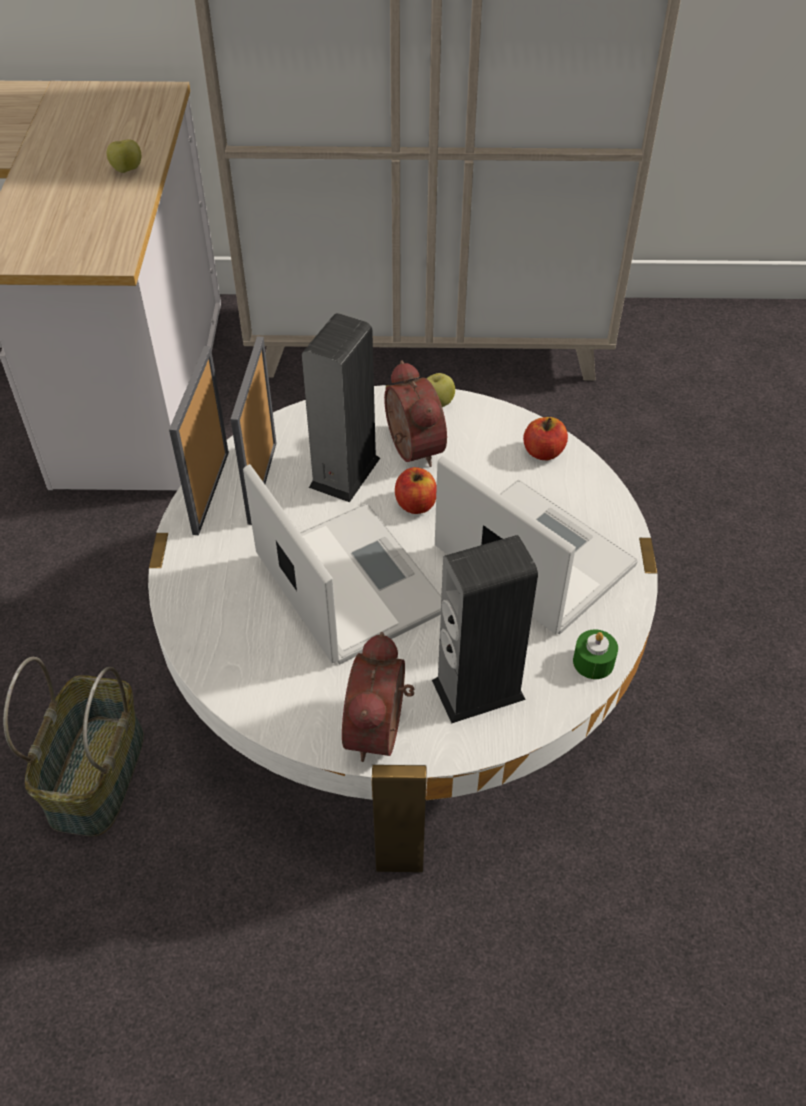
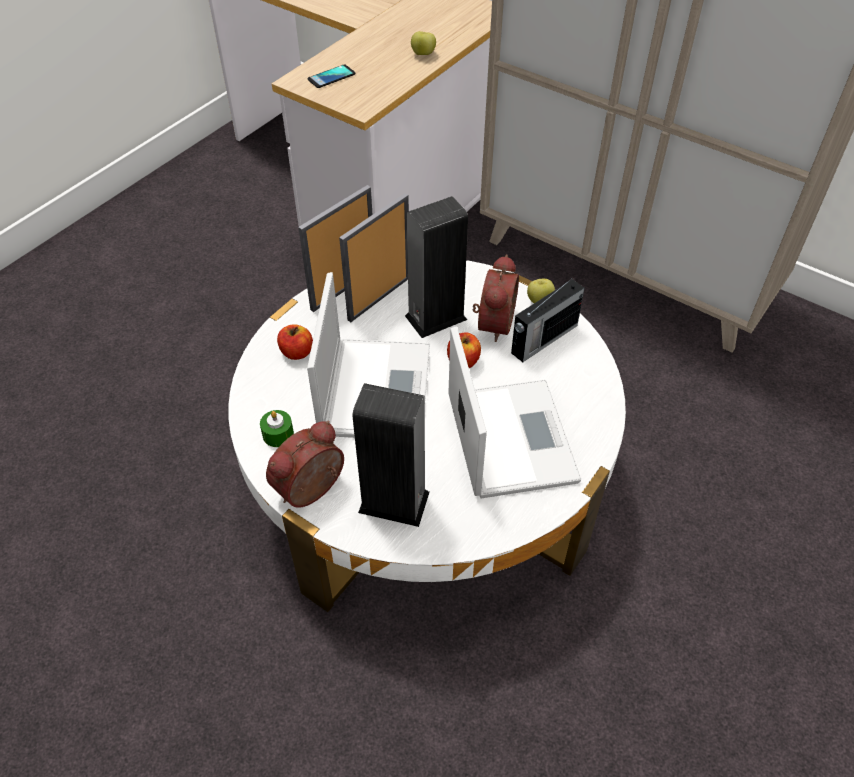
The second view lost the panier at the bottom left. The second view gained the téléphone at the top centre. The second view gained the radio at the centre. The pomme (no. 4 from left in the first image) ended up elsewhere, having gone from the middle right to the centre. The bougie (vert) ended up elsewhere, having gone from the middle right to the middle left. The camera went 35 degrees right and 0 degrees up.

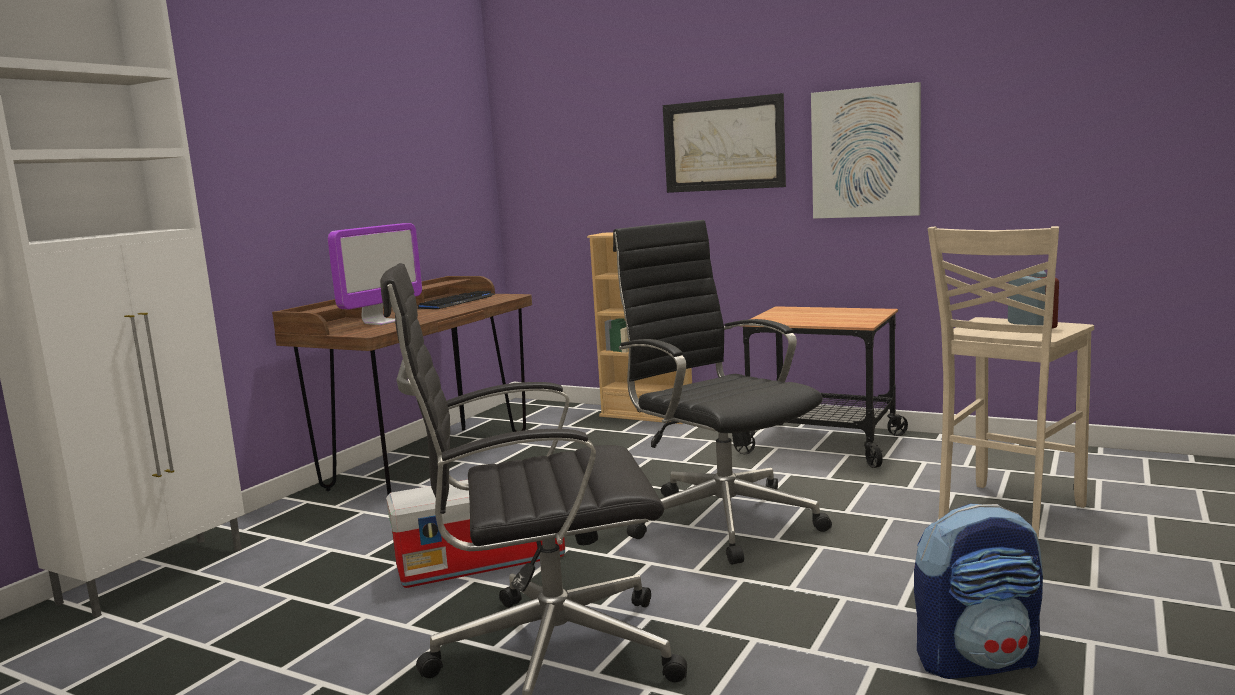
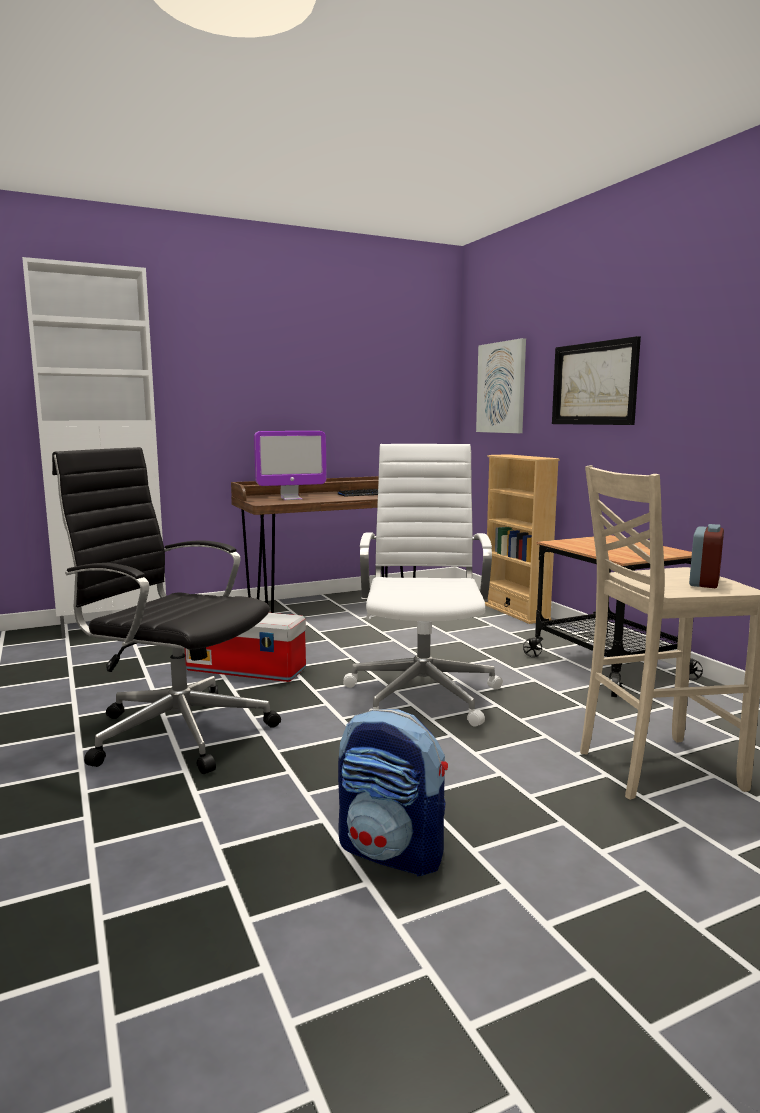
The tableau (no. 2 from left in the first image) ended up elsewhere, having gone from the top right to the centre. What was the chaise de bureau (noir) (no. 2 from left) at the centre turned into the chaise de bureau (blanc) at the centre. The camera went 35 degrees right and 0 degrees up.

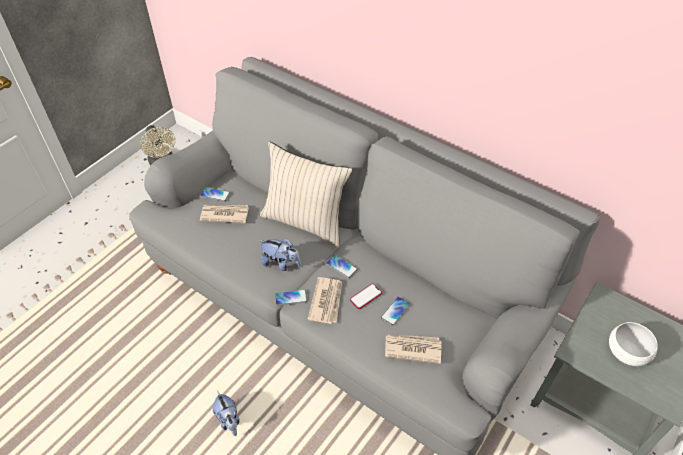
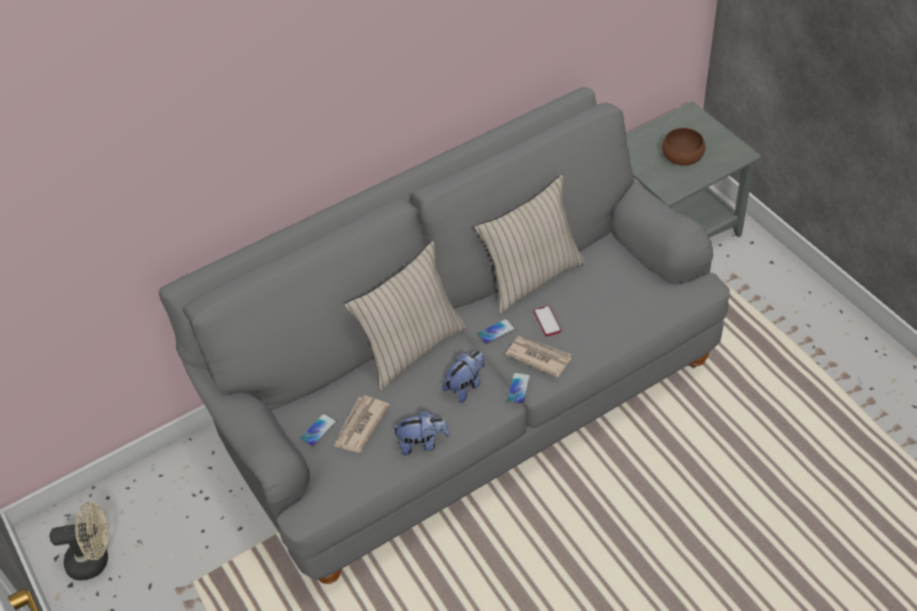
The second view lost the téléphone (no. 5 from left) at the bottom centre. The second view lost the journal (no. 3 from left) at the bottom centre. The second view gained the coussin (beige) (no. 2 from left) at the centre. The peluche (no. 1 from left) ended up elsewhere, having gone from the bottom left to the bottom centre. What was the bol (blanc) at the bottom right turned into the bol (marron) at the top right. The camera went 65 degrees left and 0 degrees up.

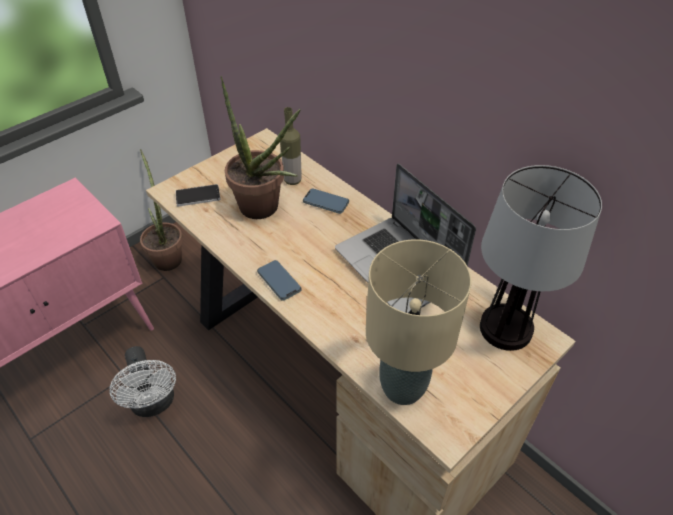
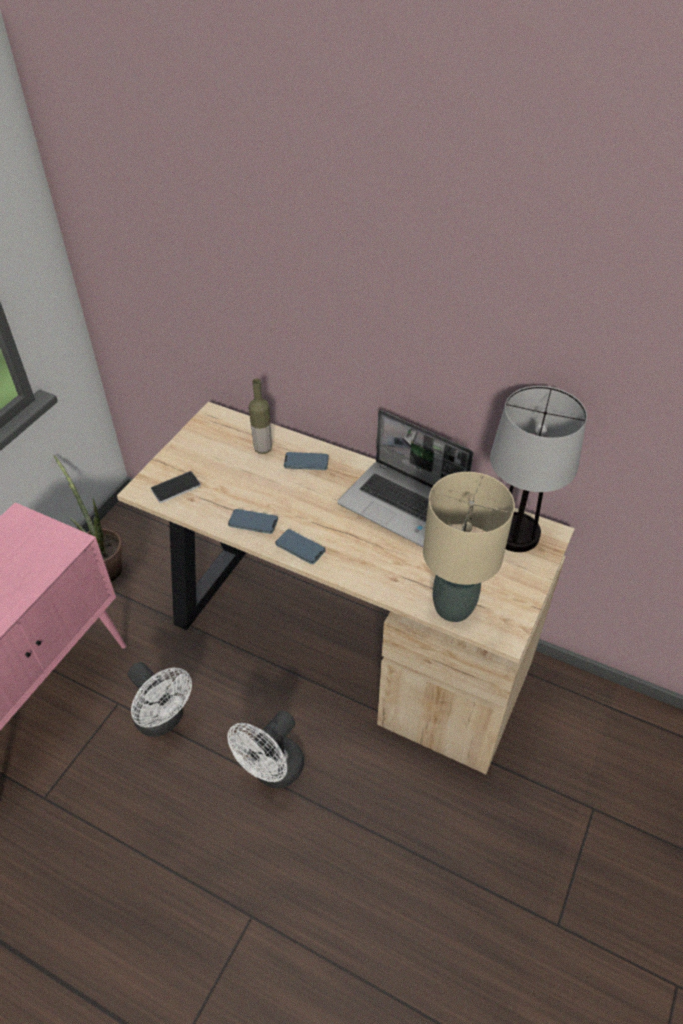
The second view lost the plante en pot (no. 2 from left) at the top centre. The second view gained the ventilateur (blanc) (no. 2 from left) at the bottom centre. The second view gained the téléphone (no. 2 from left) at the centre. The camera went 20 degrees left and 0 degrees up.

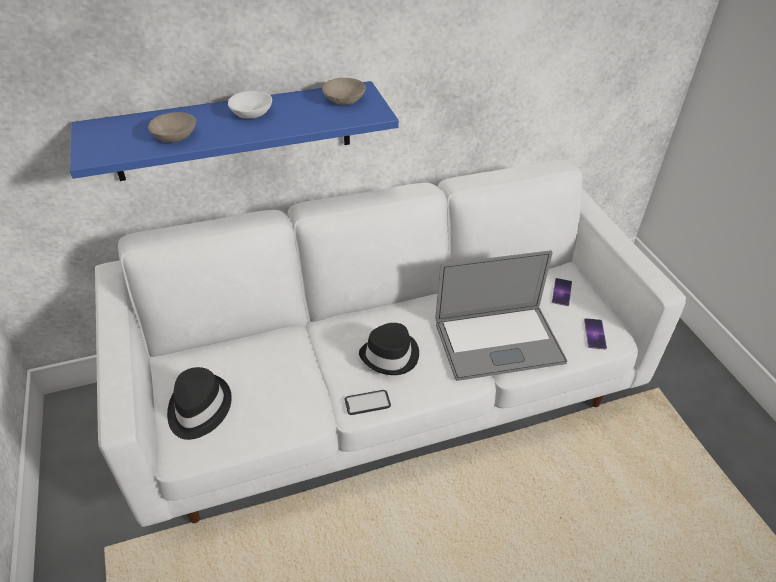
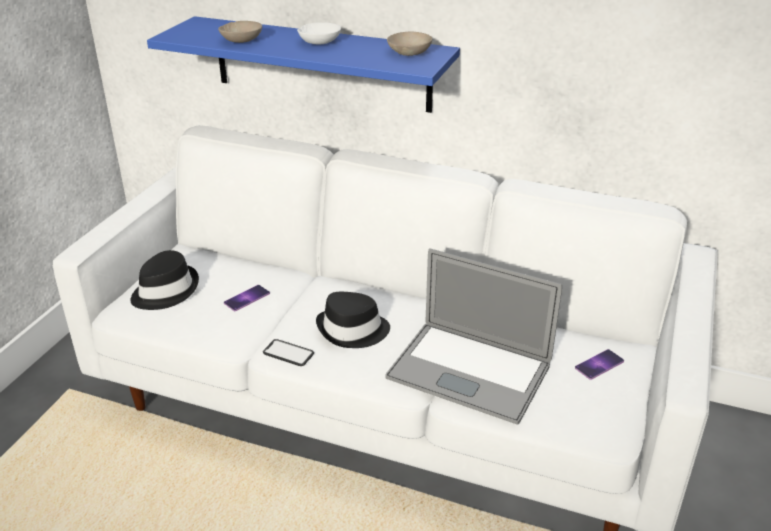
The téléphone (no. 3 from left in the first image) ended up elsewhere, having gone from the middle right to the middle left. The camera went 40 degrees right and 10 degrees down.

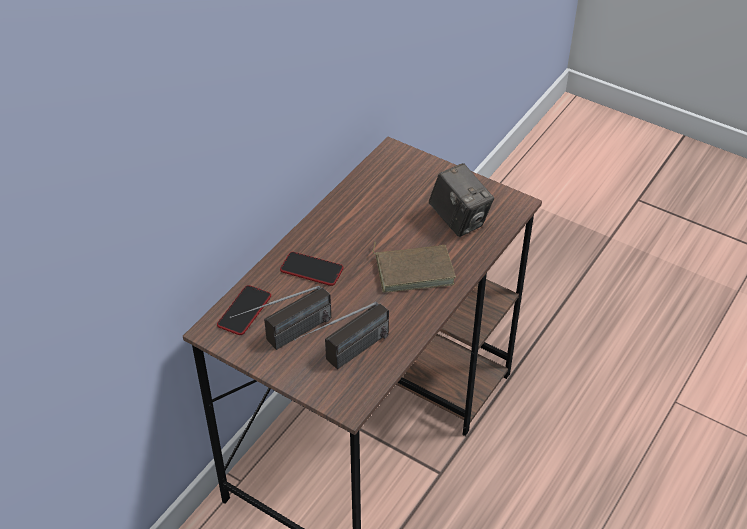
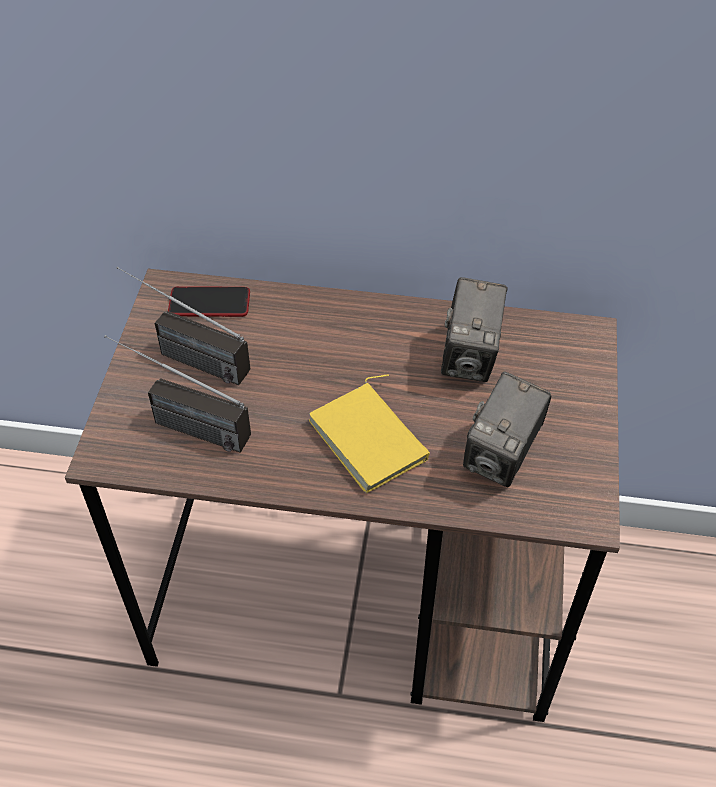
The second view lost the téléphone (no. 2 from left) at the centre. The second view gained the appareil photo (no. 1 from left) at the centre. What was the livre (marron) at the centre turned into the livre (jaune) at the centre. The camera went 65 degrees right and 5 degrees up.

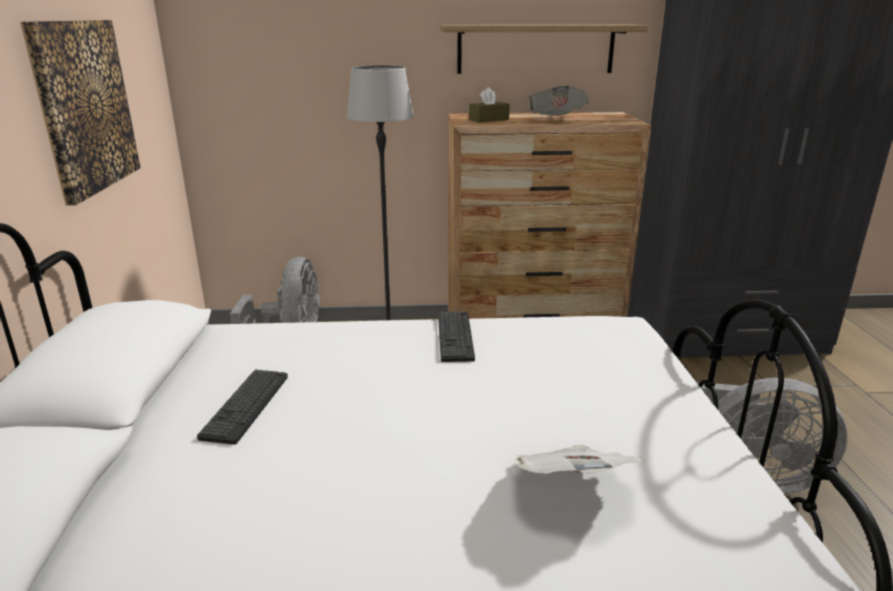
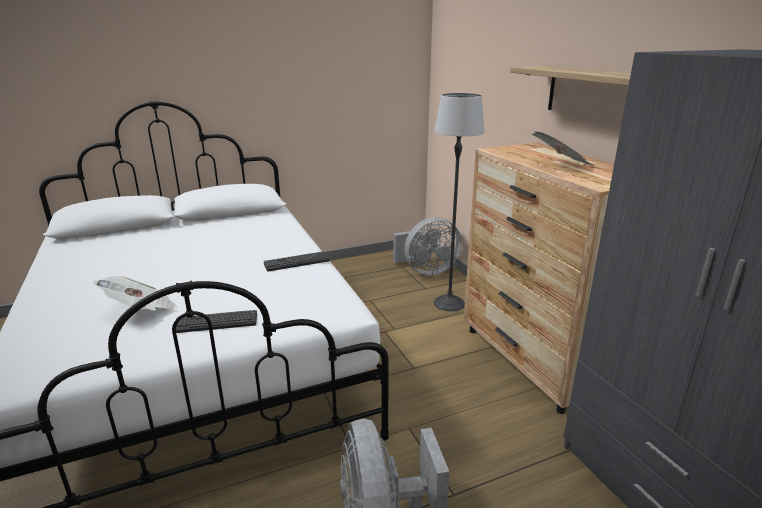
The second view lost the tableau at the top left. The second view lost the boîte à mouchoirs (marron) at the top centre. The clavier (no. 1 from left) ended up elsewhere, having gone from the bottom left to the middle left. The camera went 70 degrees right and 0 degrees up.

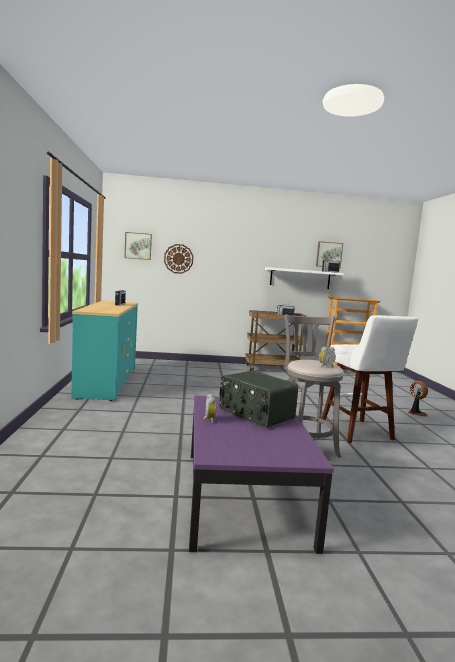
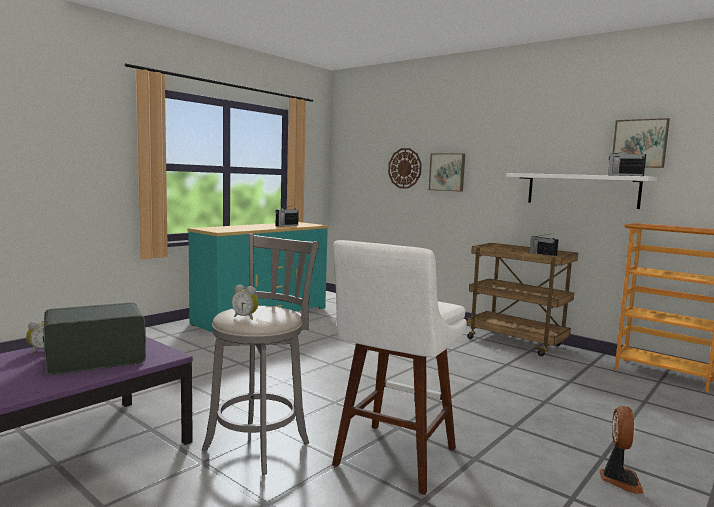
The tableau (no. 1 from left) ended up elsewhere, having gone from the middle left to the centre. The radio (no. 2 from left in the first image) at the centre ended up facing another way, 60 degrees clockwise from before. The camera went 45 degrees right and 0 degrees up.

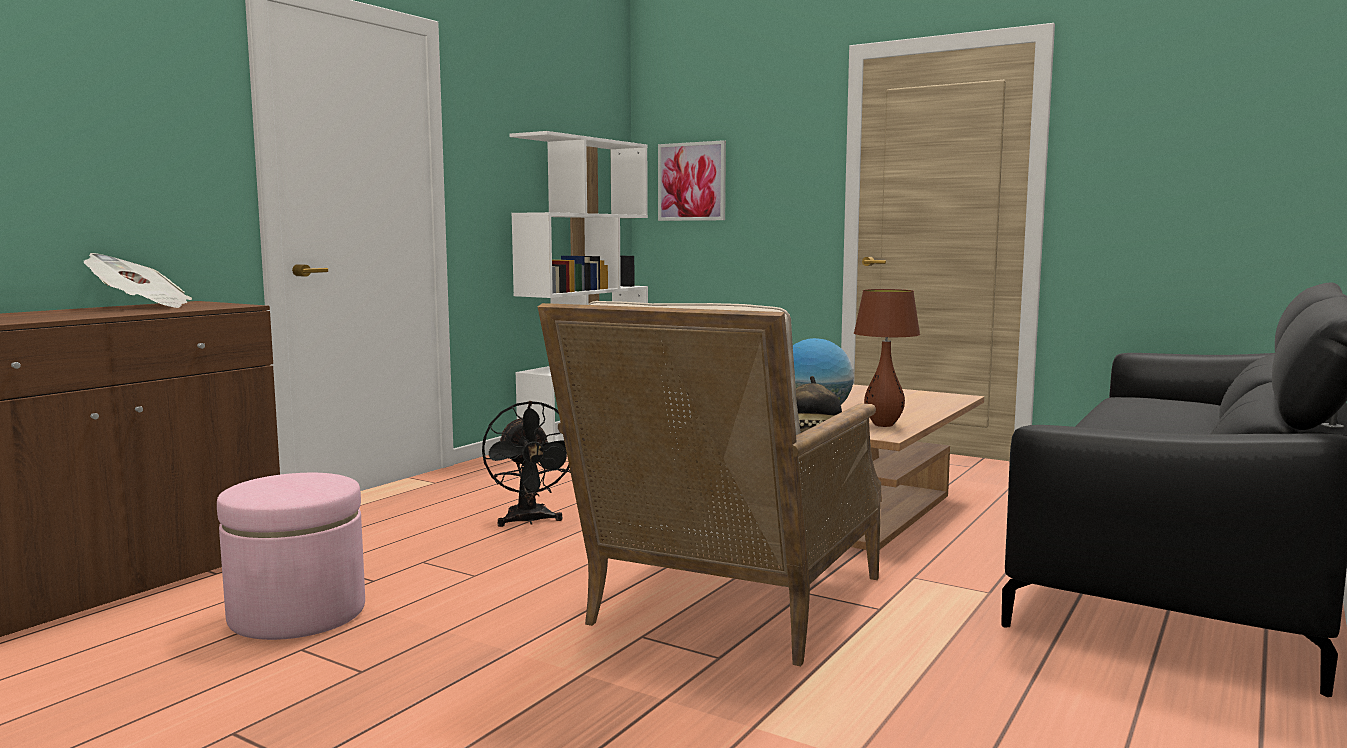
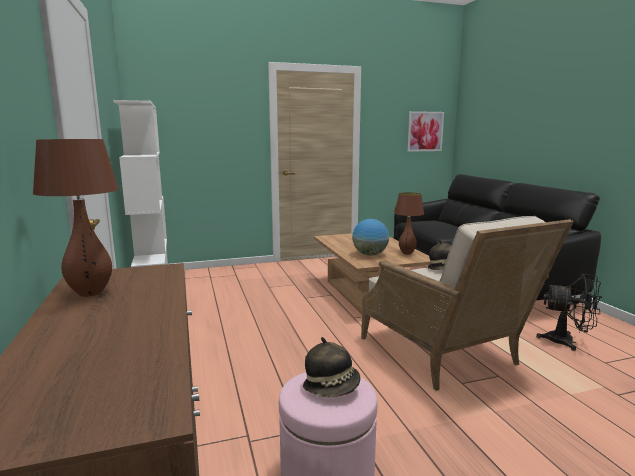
The second view gained the chapeau (no. 1 from left) at the bottom centre. The ventilateur (noir) ended up elsewhere, having gone from the centre to the middle right. The tableau ended up elsewhere, having gone from the top centre to the top right. Where the journal stood at the middle left, the lampe de table (marron) (no. 1 from left) came to stand at the middle left. The camera went 50 degrees left and 5 degrees up.

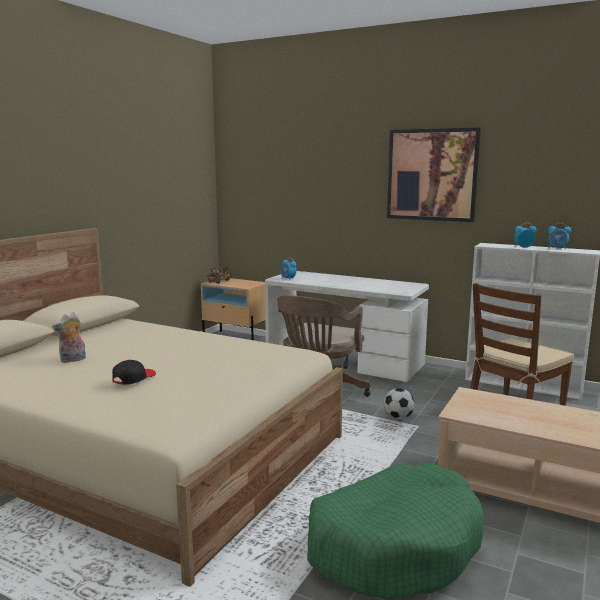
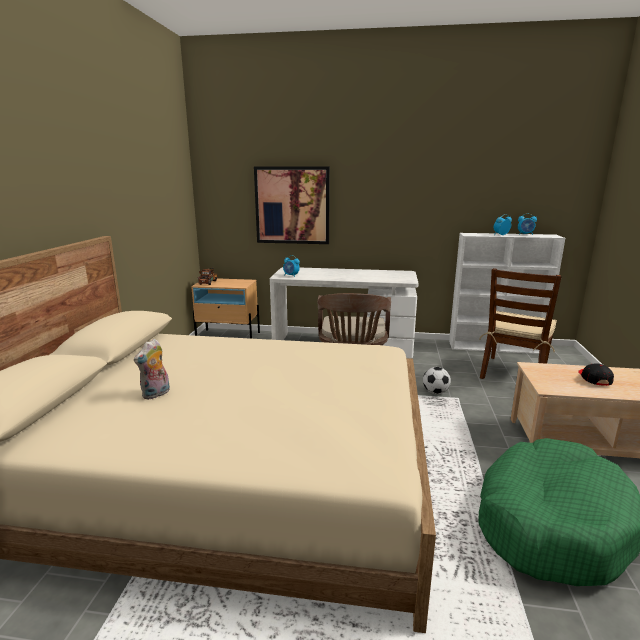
The casquette (noir) ended up elsewhere, having gone from the middle left to the middle right. The tableau ended up elsewhere, having gone from the top right to the top centre. The camera went 20 degrees left and 5 degrees up.

